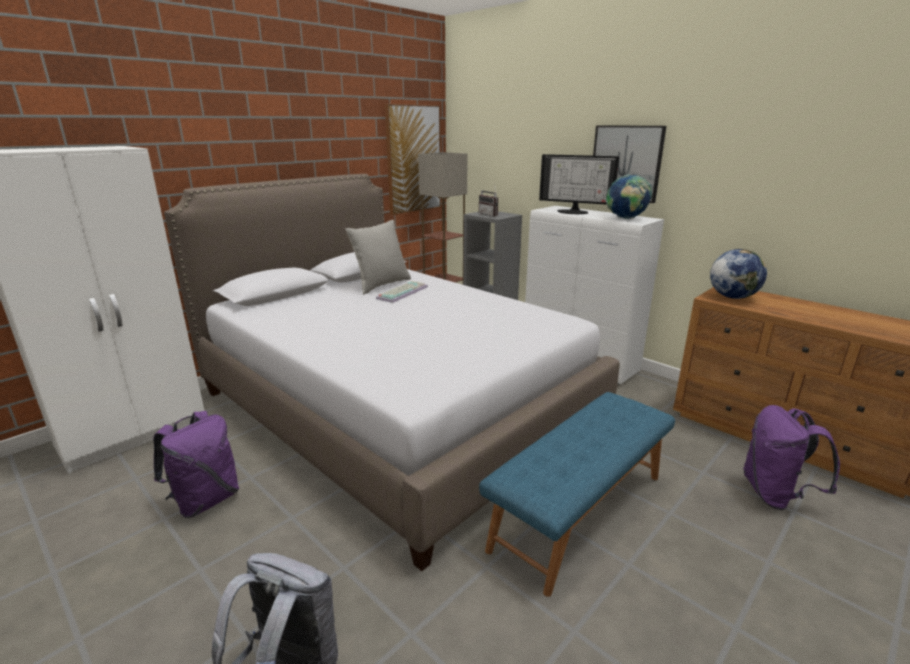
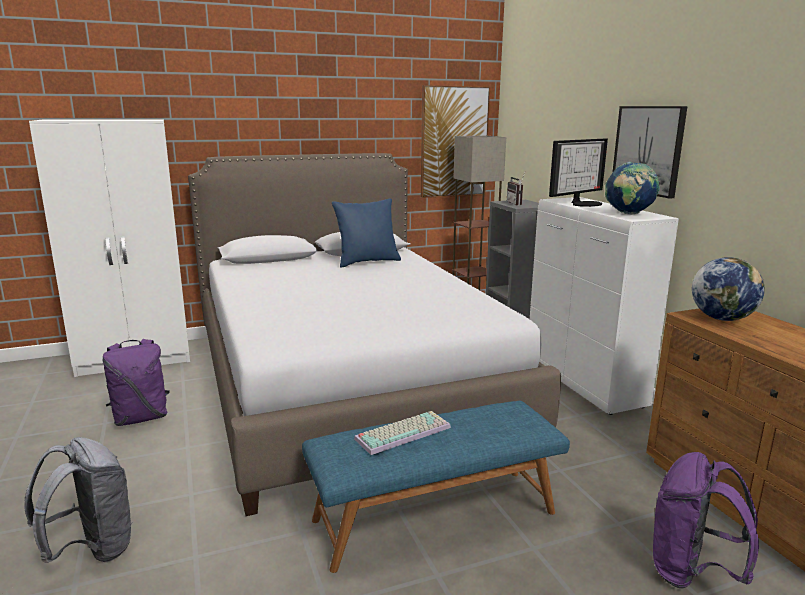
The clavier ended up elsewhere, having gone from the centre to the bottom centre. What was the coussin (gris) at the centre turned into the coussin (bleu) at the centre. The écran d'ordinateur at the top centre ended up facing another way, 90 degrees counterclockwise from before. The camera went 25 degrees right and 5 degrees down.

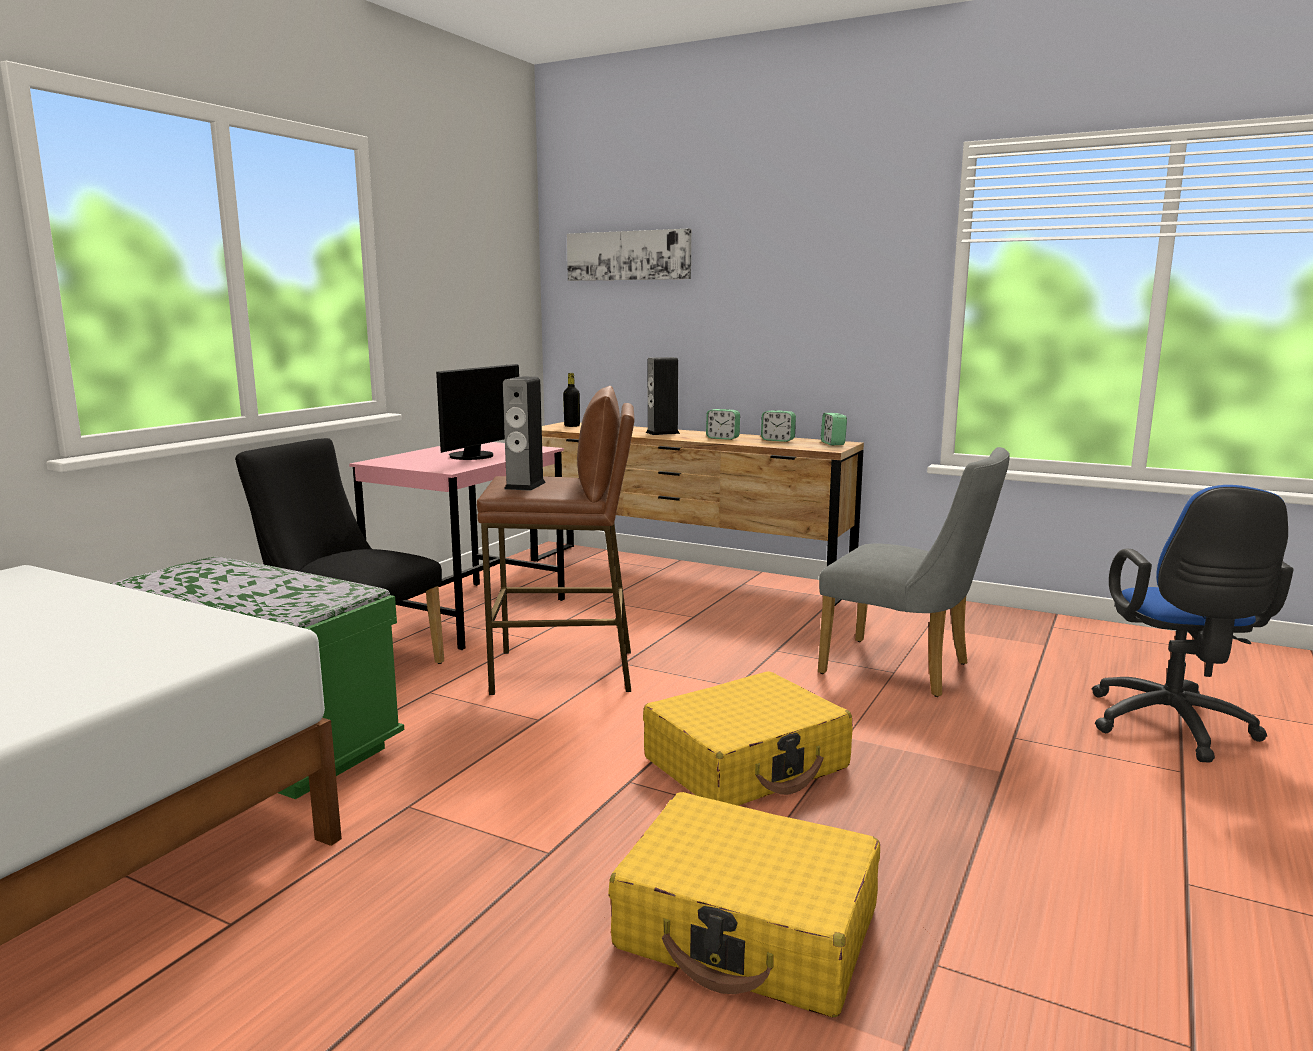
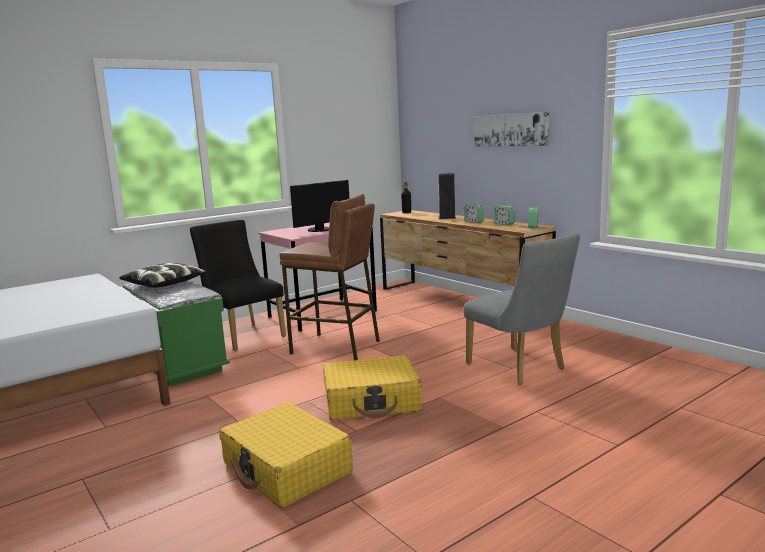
The second view lost the enceinte (no. 1 from left) at the centre. The second view lost the chaise de bureau (bleu) at the middle right. The second view gained the coussin at the middle left. The tableau ended up elsewhere, having gone from the top centre to the top right. The camera went 25 degrees right and 0 degrees up.

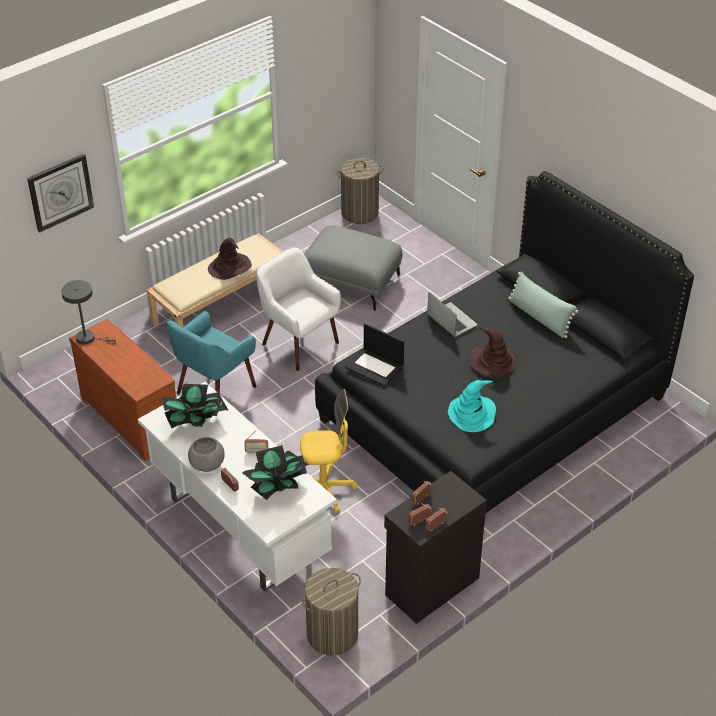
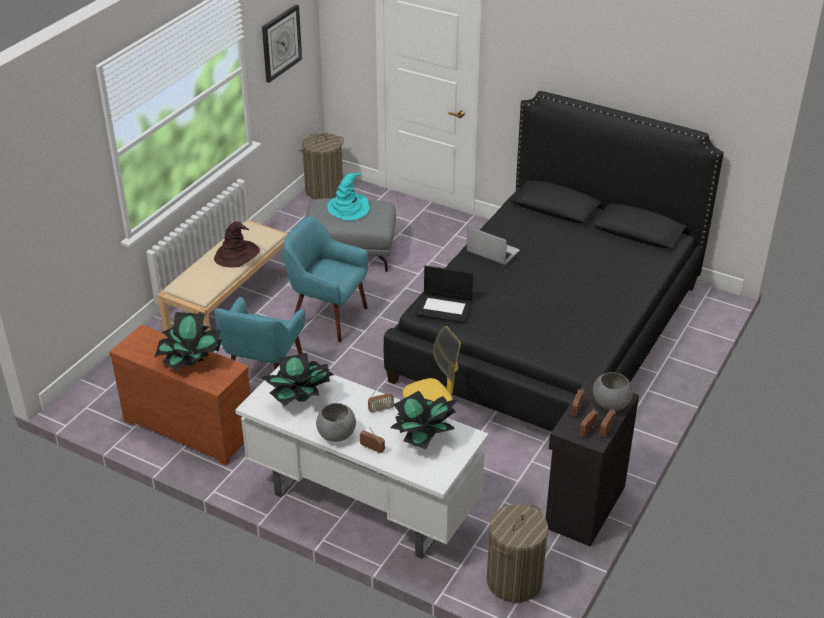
The second view lost the lampe de table (gris) at the middle left. The second view lost the chapeau (marron) (no. 2 from left) at the middle right. The second view lost the coussin (vert) at the middle right. The second view gained the plante en pot (no. 1 from left) at the middle left. The second view gained the bol (gris) (no. 2 from left) at the middle right. The horloge murale ended up elsewhere, having gone from the top left to the top centre. The chapeau (turquoise) ended up elsewhere, having gone from the centre to the top centre. What was the fauteuil (blanc) at the centre turned into the fauteuil (turquoise) (no. 2 from left) at the centre. The camera went 20 degrees left and 5 degrees down.

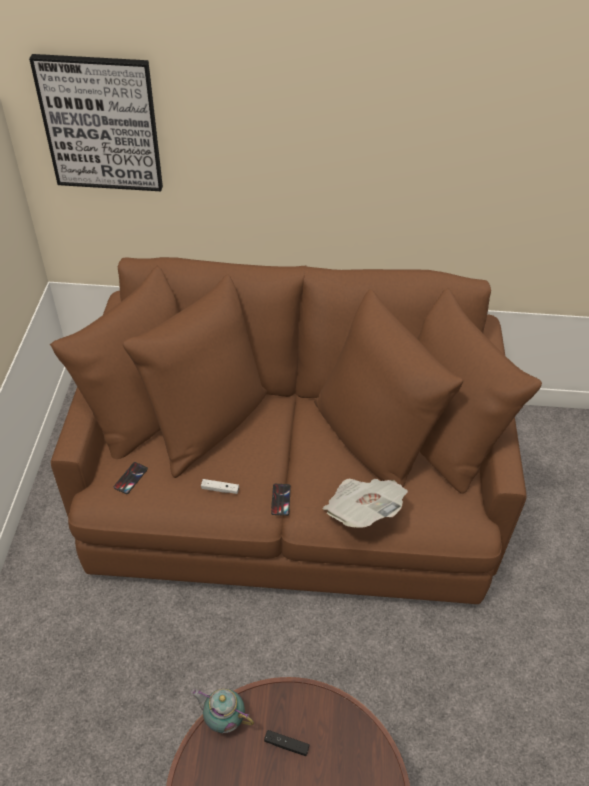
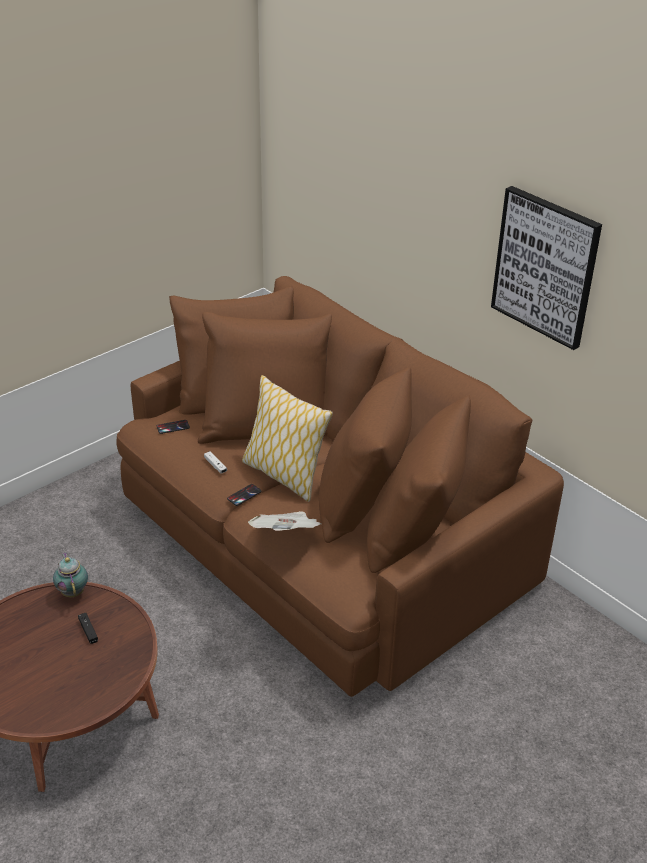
The second view gained the coussin at the centre. The tableau ended up elsewhere, having gone from the top left to the top right. The camera went 45 degrees right and 10 degrees down.

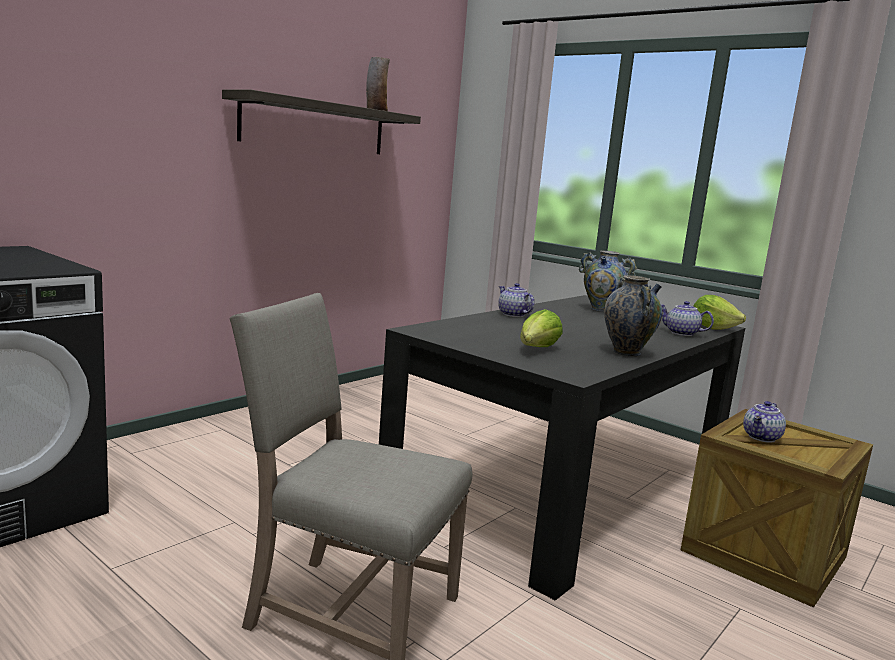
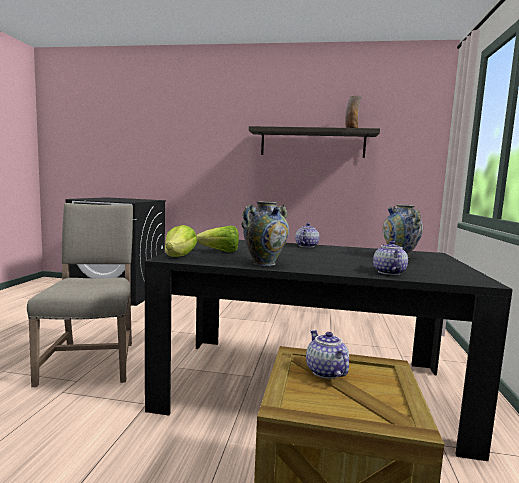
The laitue (no. 2 from left in the first image) ended up elsewhere, having gone from the middle right to the centre. The théière (no. 3 from left in the first image) at the middle right ended up facing another way, 60 degrees clockwise from before. The camera went 60 degrees right and 5 degrees down.

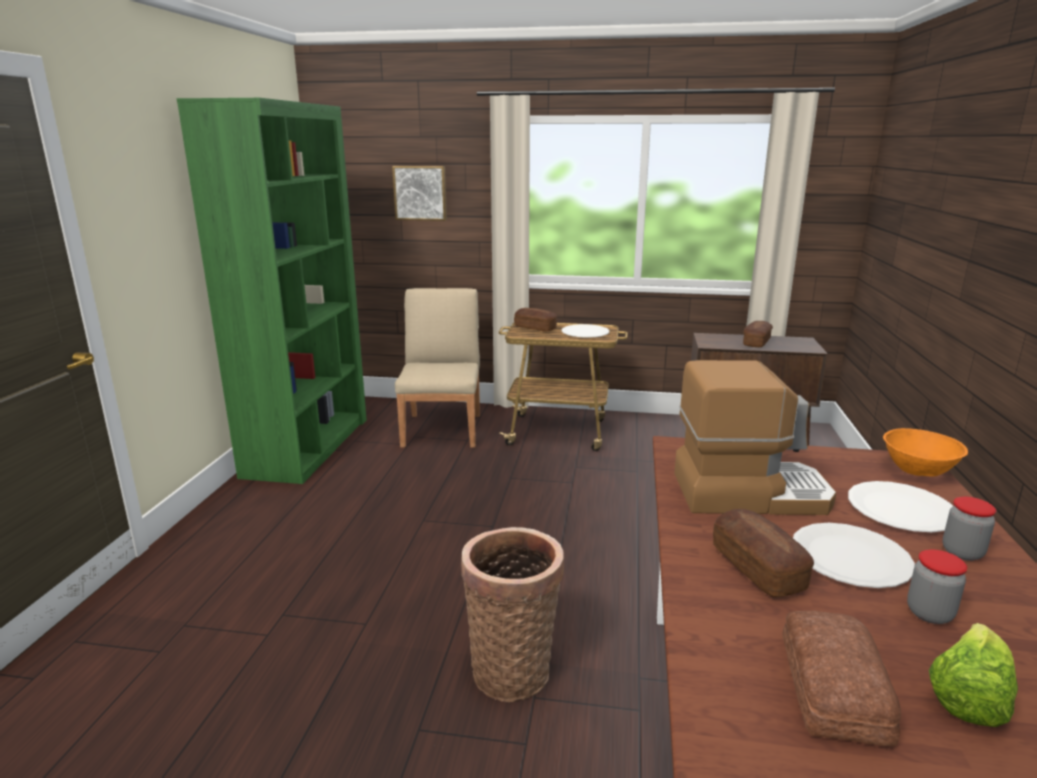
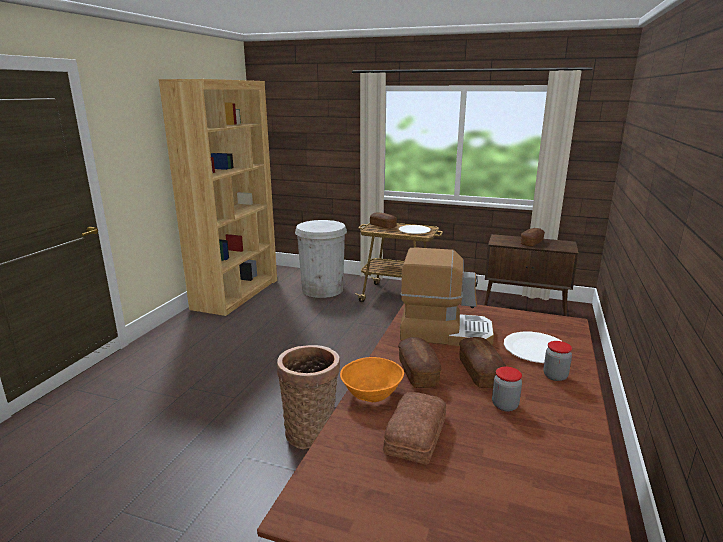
The second view lost the tableau at the top centre. The second view lost the laitue at the bottom right. The bol (orange) ended up elsewhere, having gone from the middle right to the bottom centre. Where the chaise (beige) stood at the centre, the poubelle (blanc) came to stand at the centre. Where the assiette (blanc) (no. 2 from left) stood at the bottom right, the pain (no. 4 from left) came to stand at the bottom right. What was the bibliothèque (vert) at the middle left turned into the bibliothèque (marron) at the middle left. The camera went 10 degrees right and 0 degrees up.

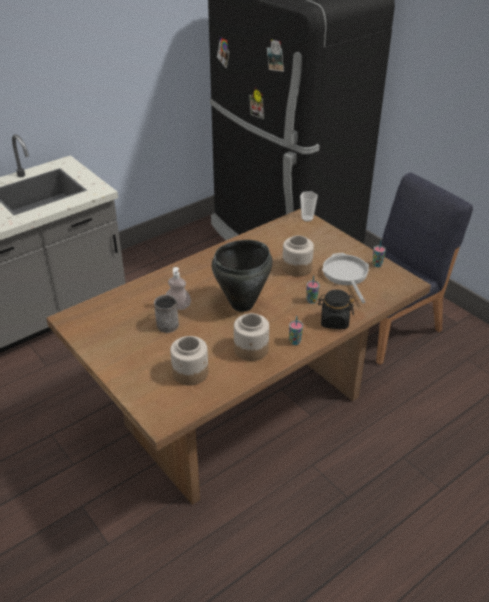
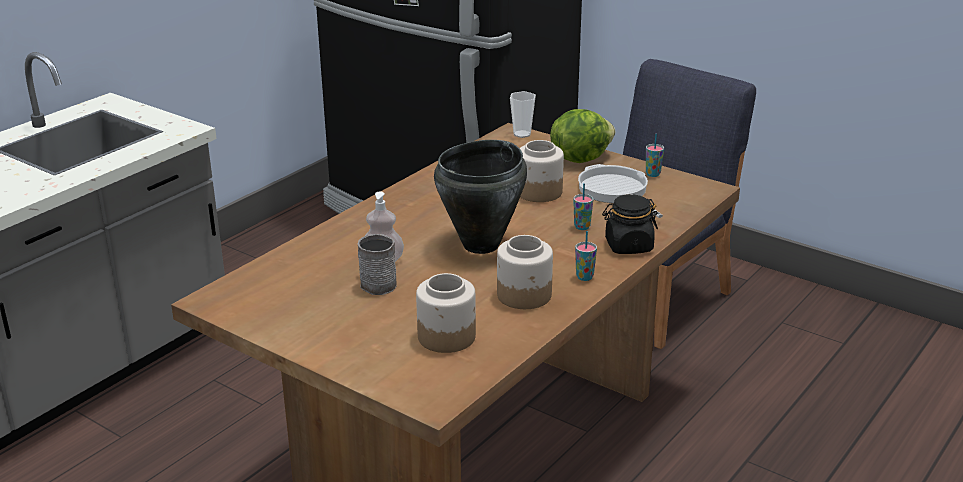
The second view gained the laitue at the top centre. The camera went 15 degrees left and 10 degrees down.

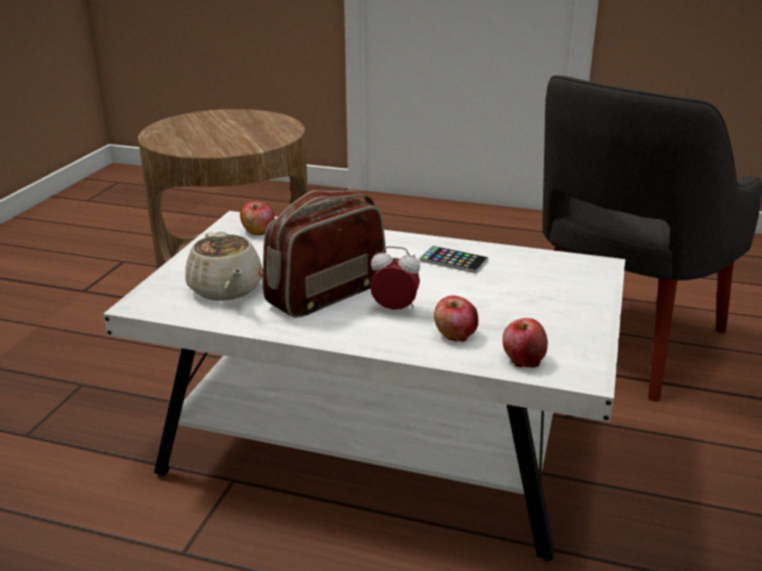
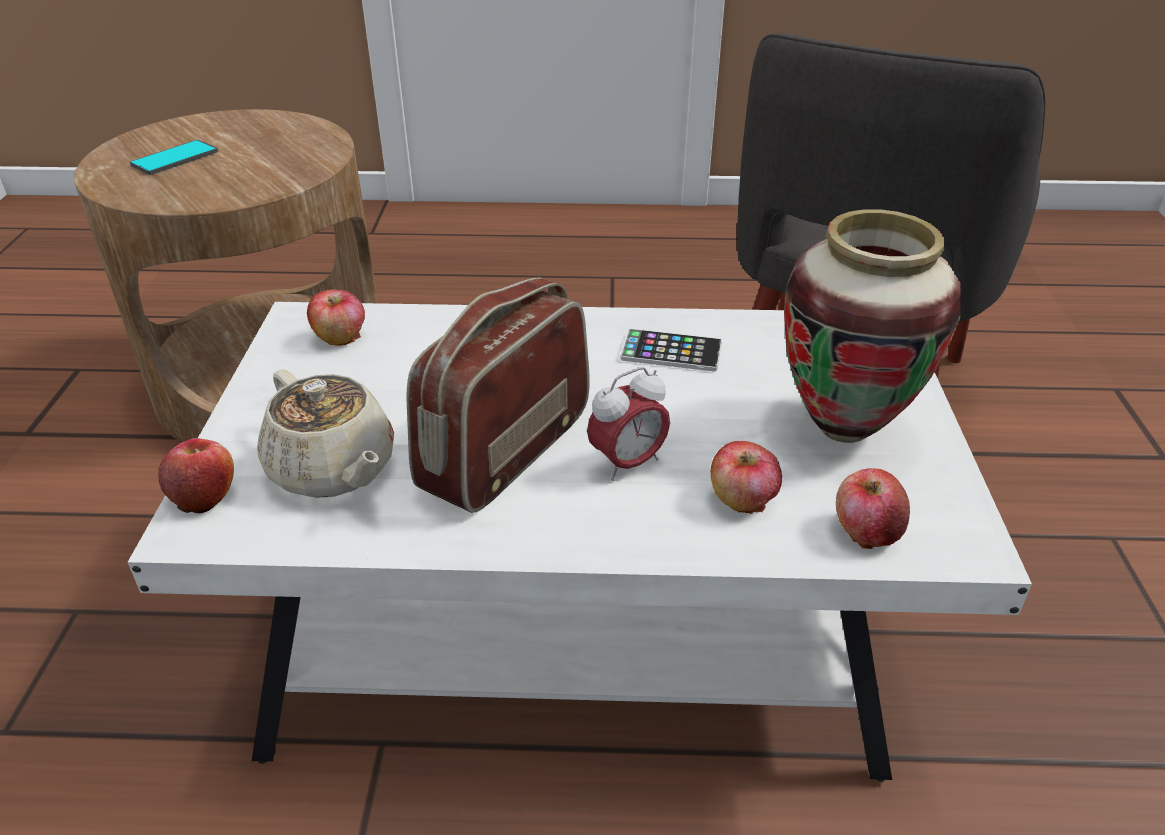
The second view gained the téléphone (no. 1 from left) at the top left. The second view gained the pomme (no. 1 from left) at the middle left. The second view gained the vase at the middle right. The réveil at the centre ended up facing another way, 150 degrees clockwise from before. The camera went 15 degrees left and 10 degrees up.

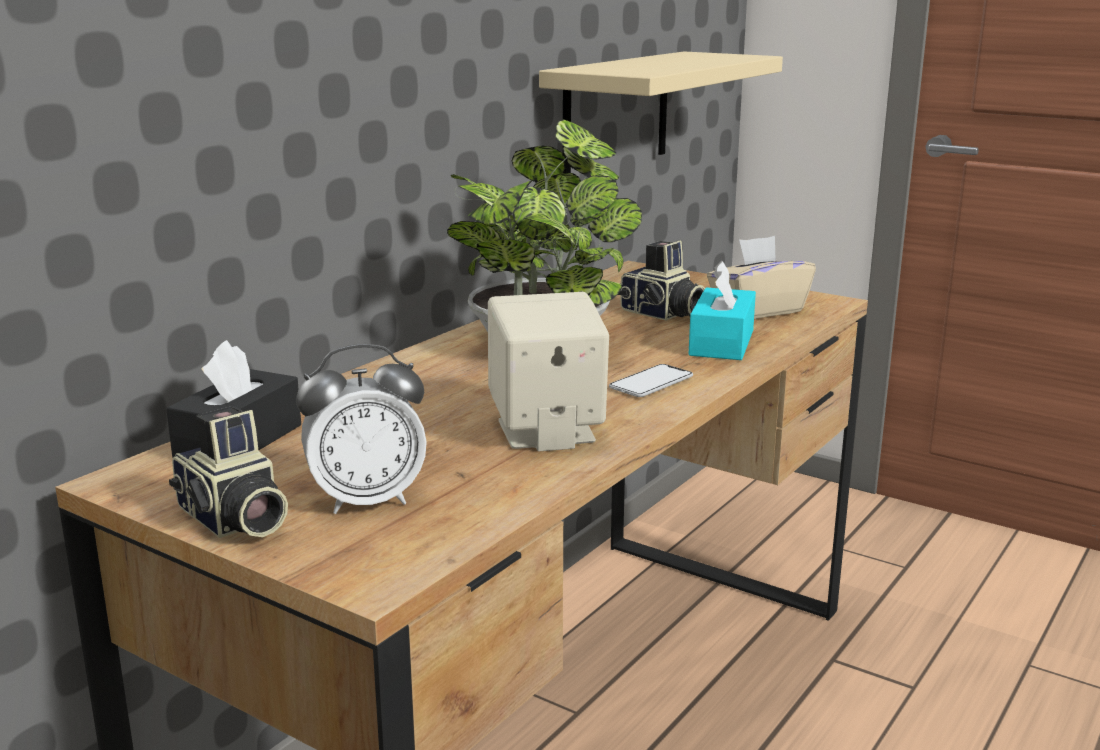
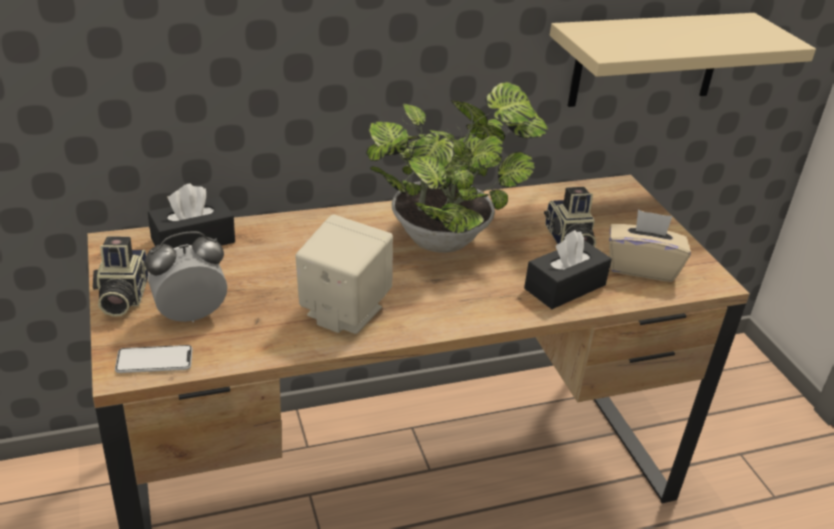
The téléphone ended up elsewhere, having gone from the centre to the bottom left. What was the boîte à mouchoirs (turquoise) at the centre turned into the boîte à mouchoirs (noir) (no. 2 from left) at the middle right. The réveil at the middle left ended up facing another way, 135 degrees clockwise from before. The camera went 35 degrees right and 15 degrees up.

